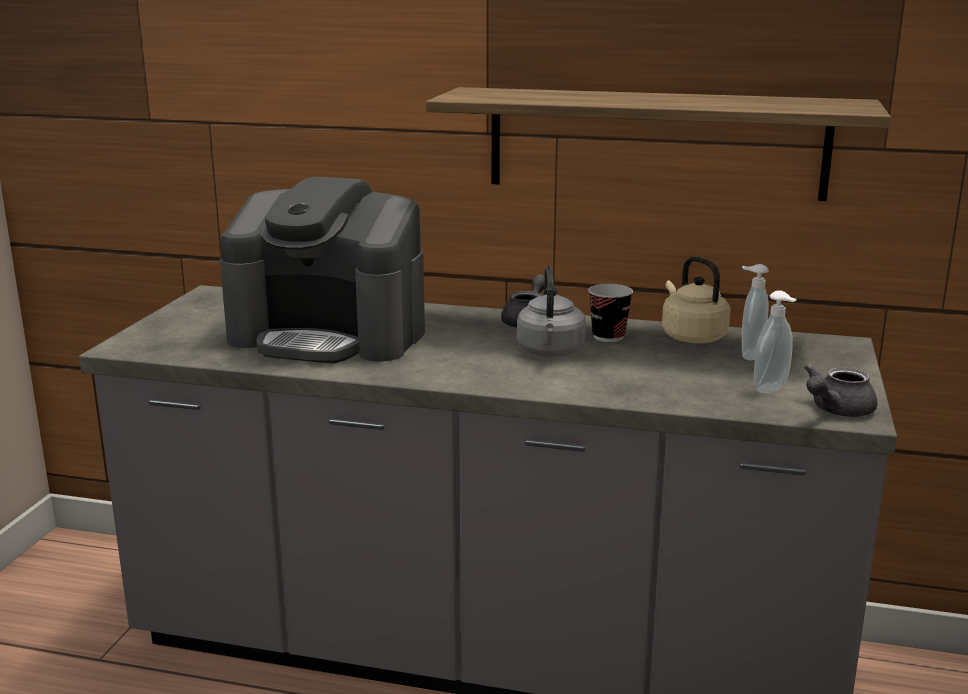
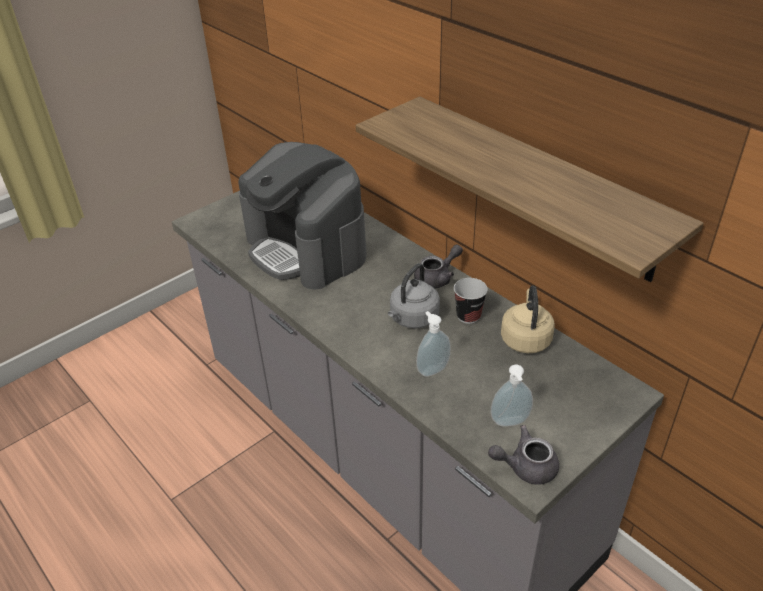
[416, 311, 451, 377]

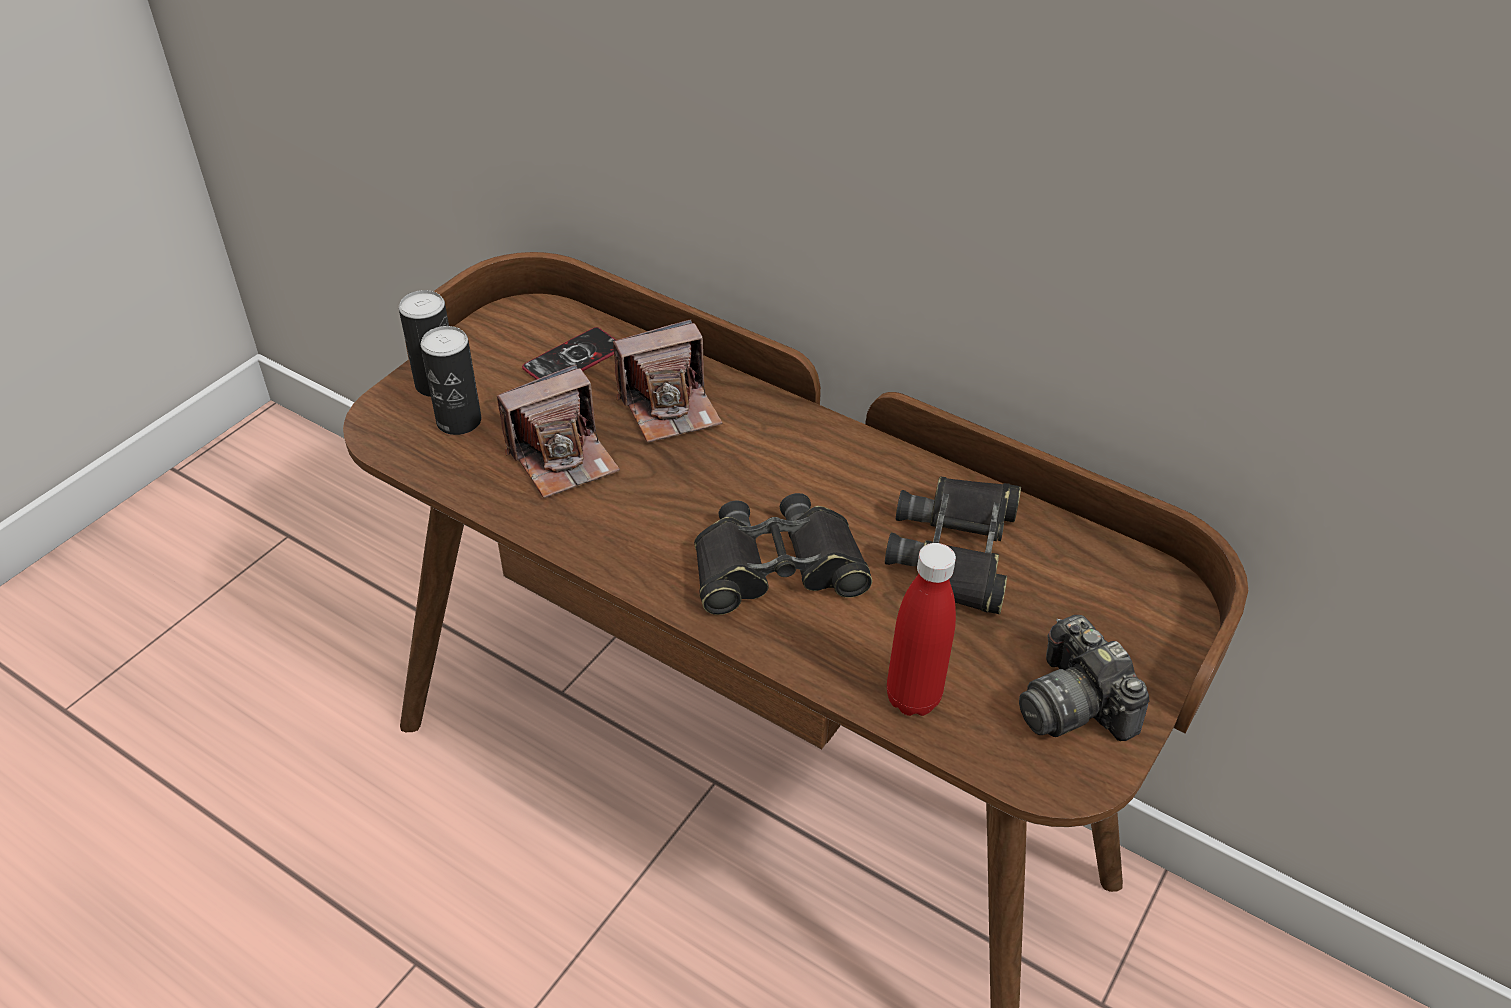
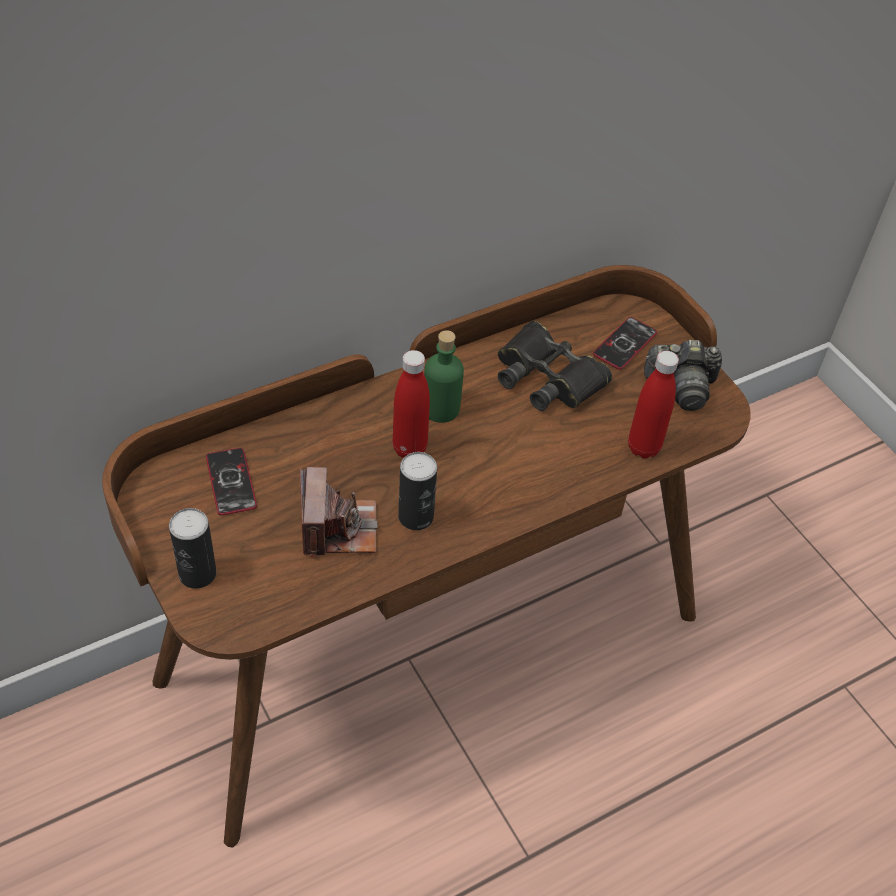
[613, 319, 722, 443] (first image)
[694, 493, 872, 615] (first image)
[393, 350, 430, 457]
[424, 330, 464, 423]
[593, 317, 657, 370]
[398, 452, 437, 530]

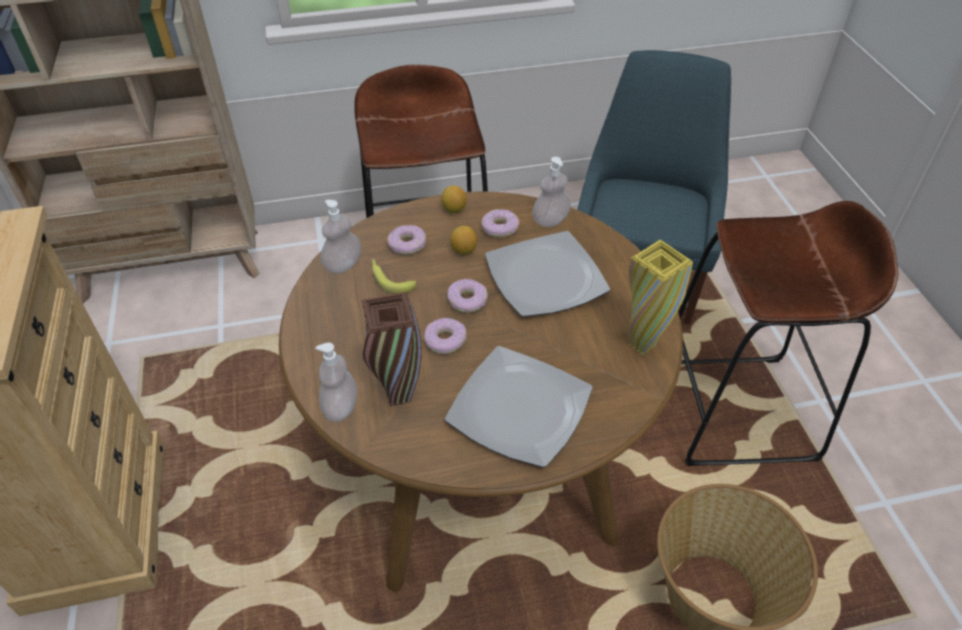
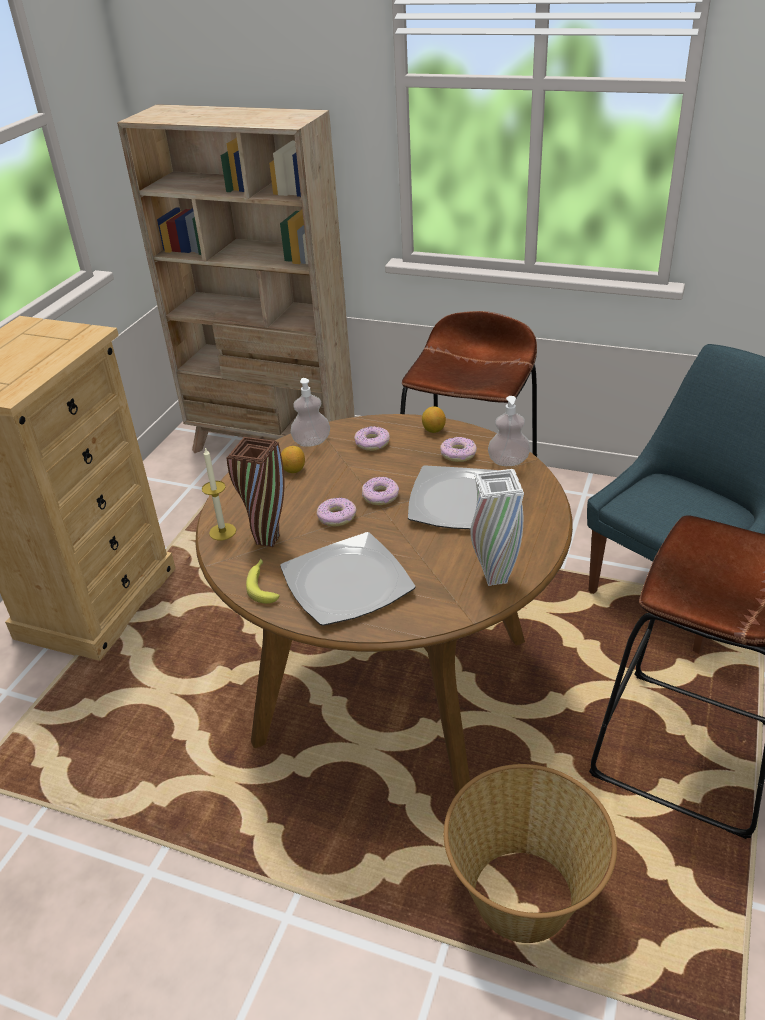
[246, 559, 280, 604]
[281, 446, 305, 473]
[202, 447, 236, 540]
[470, 469, 524, 586]

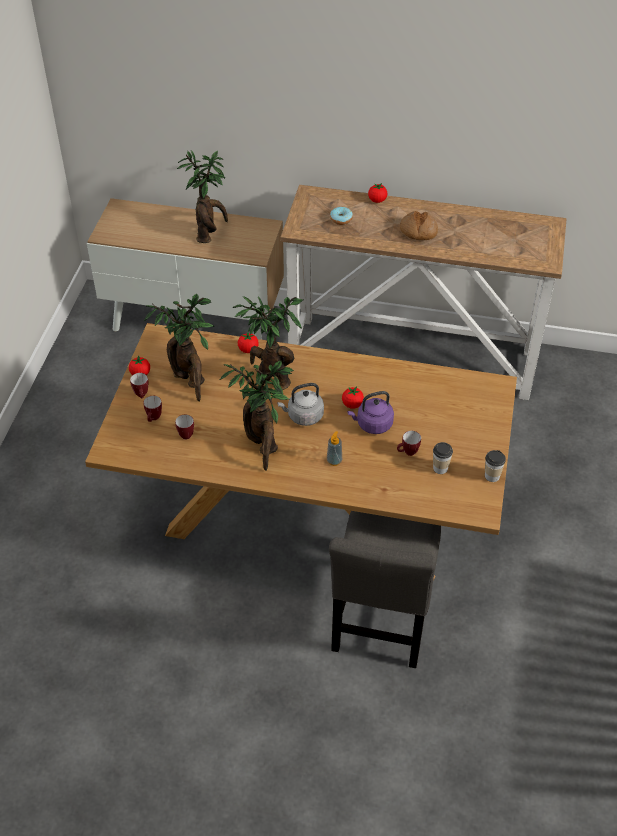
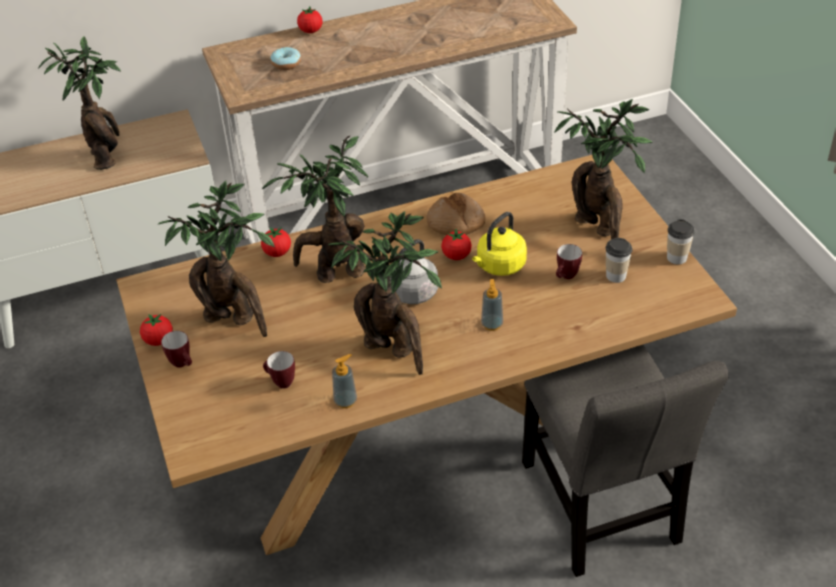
[143, 396, 162, 422] (first image)
[332, 354, 357, 408]
[554, 99, 653, 239]
[427, 193, 486, 235]
[472, 212, 527, 276]

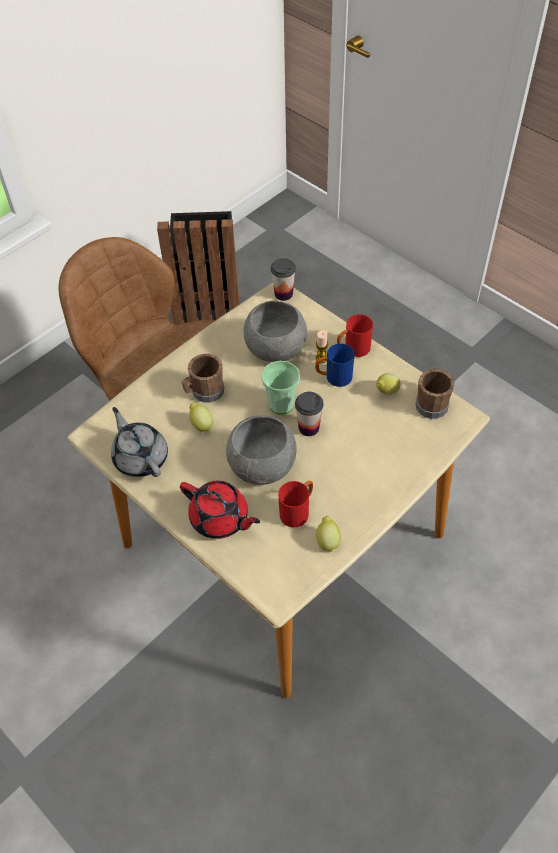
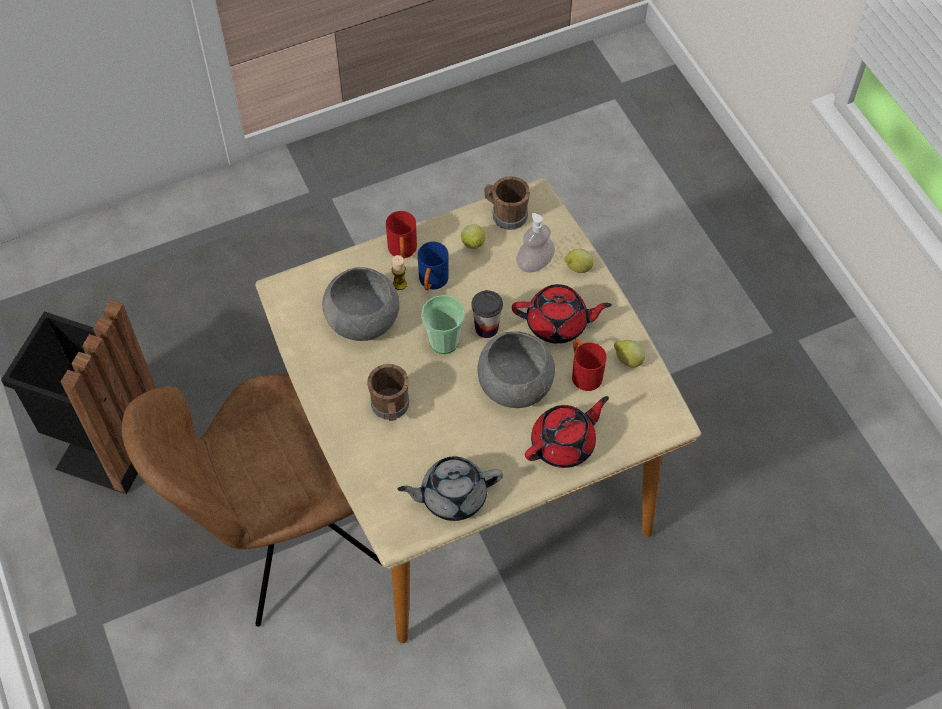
[271, 258, 296, 301] (first image)
[512, 284, 612, 344]
[516, 213, 555, 273]
[564, 249, 594, 273]

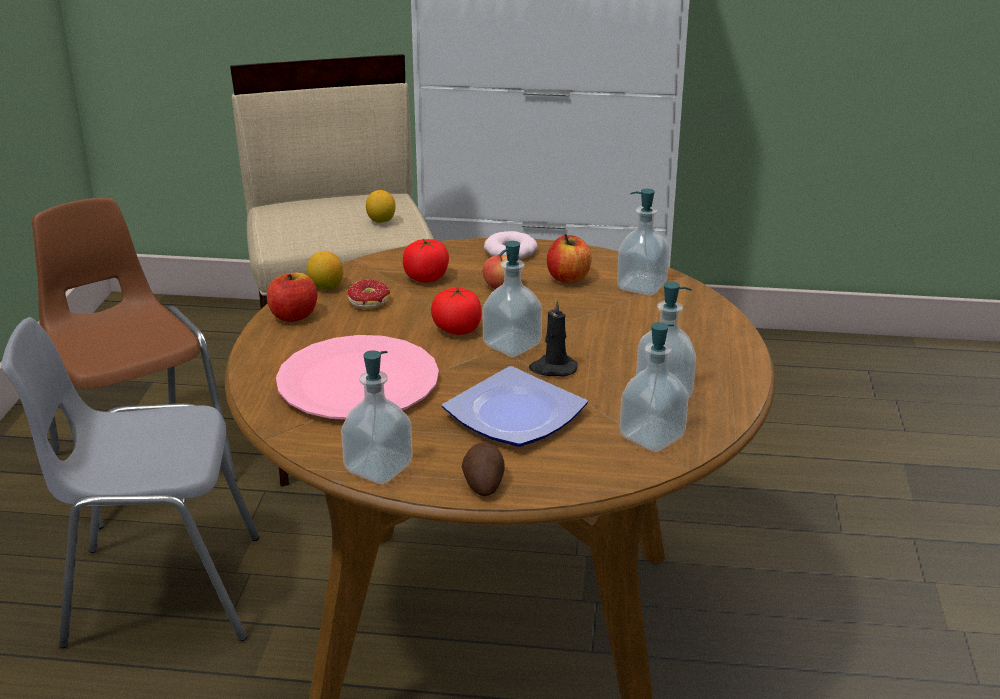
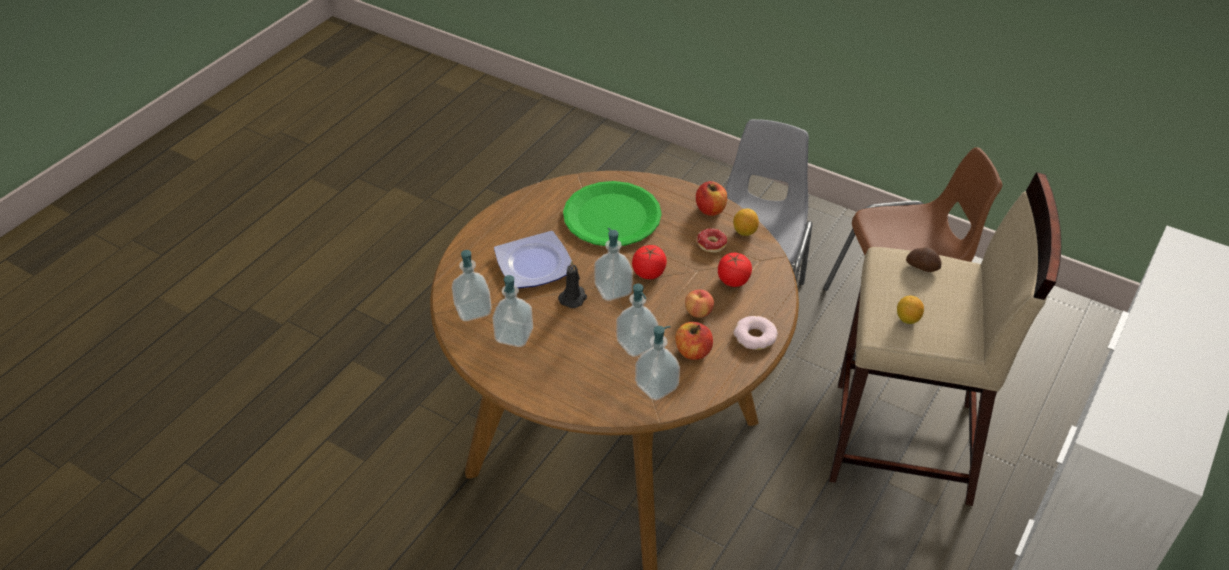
[617, 284, 658, 357]
[906, 247, 941, 272]
[563, 181, 662, 246]

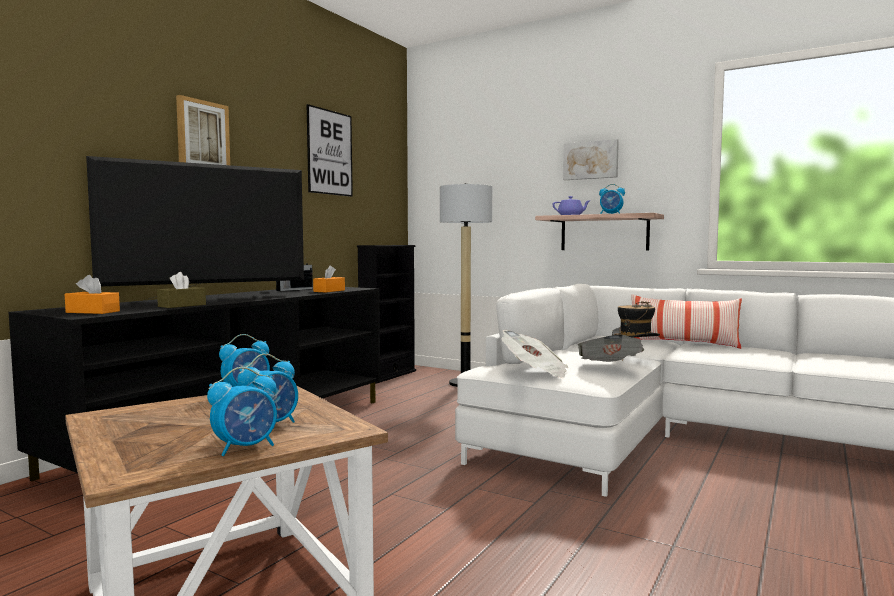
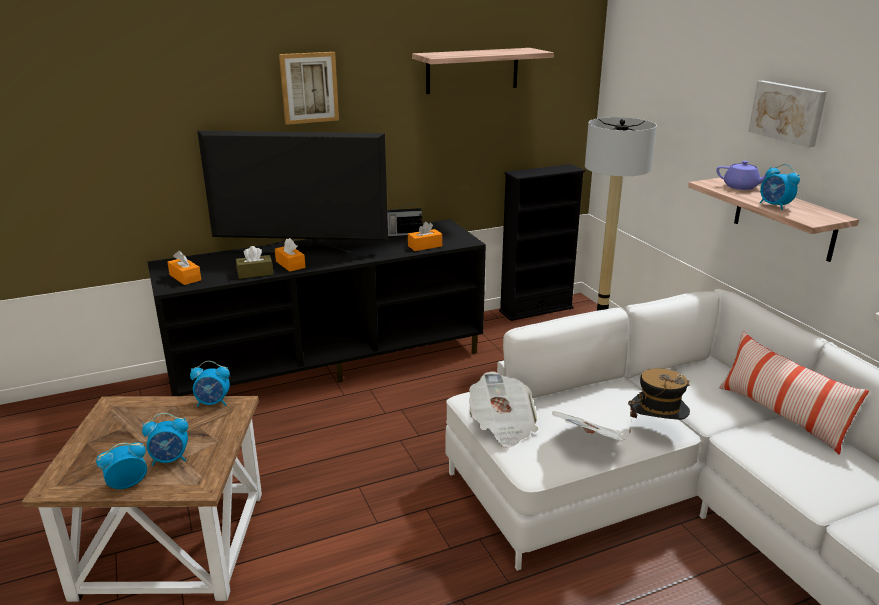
[275, 238, 306, 272]
[412, 48, 554, 94]
[96, 442, 147, 489]

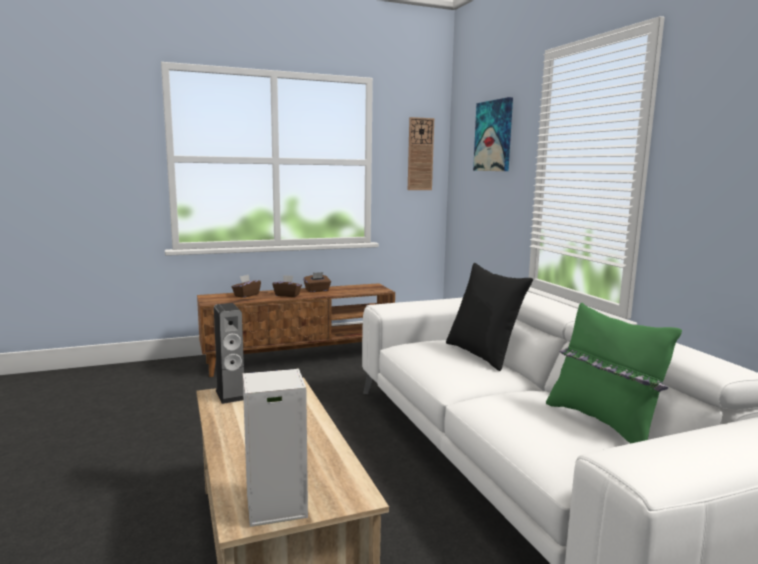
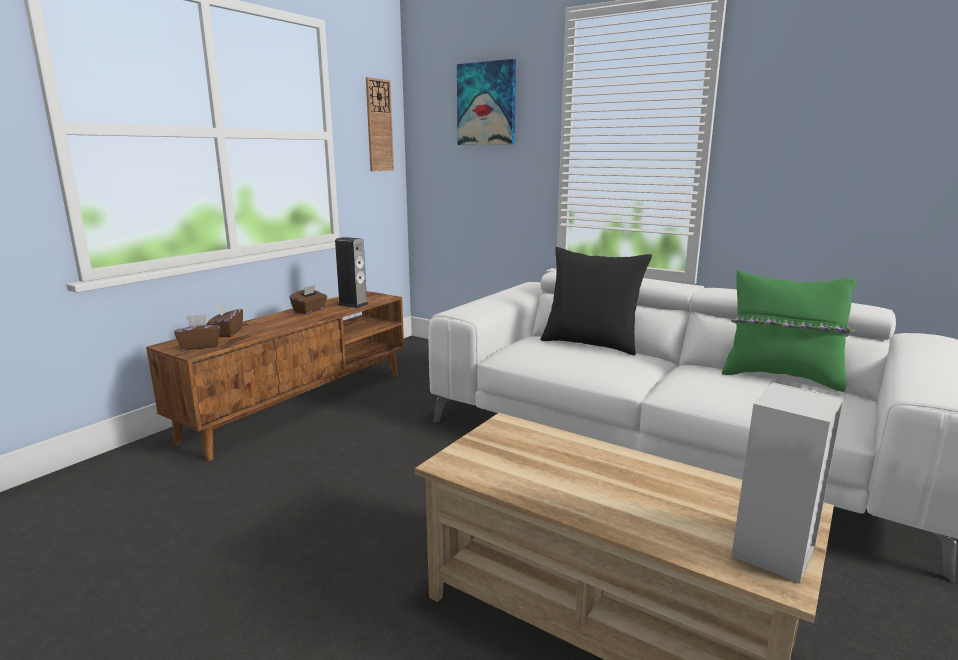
[335, 237, 369, 308]
[174, 314, 220, 350]

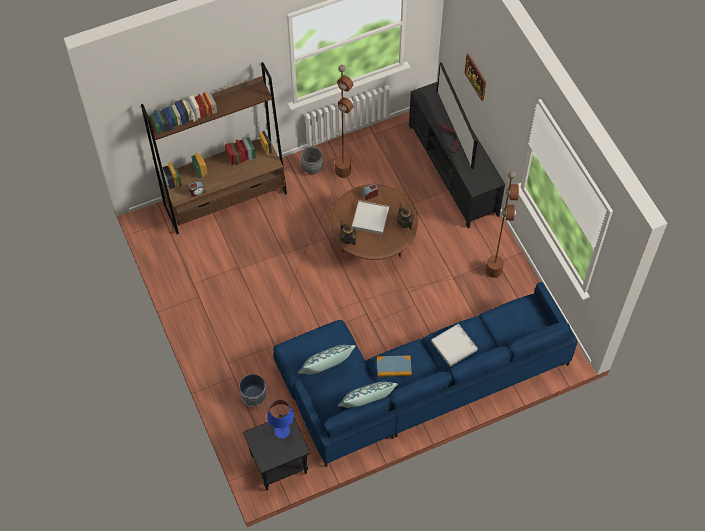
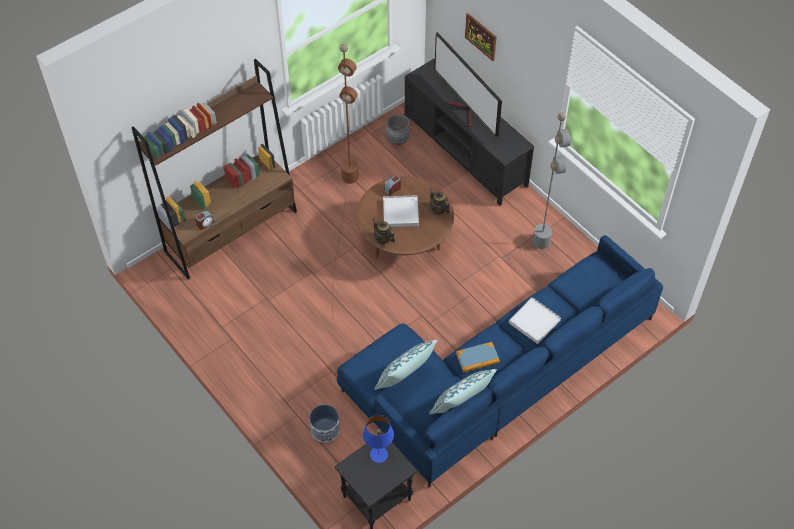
[386, 114, 410, 145]
[389, 112, 571, 319]

